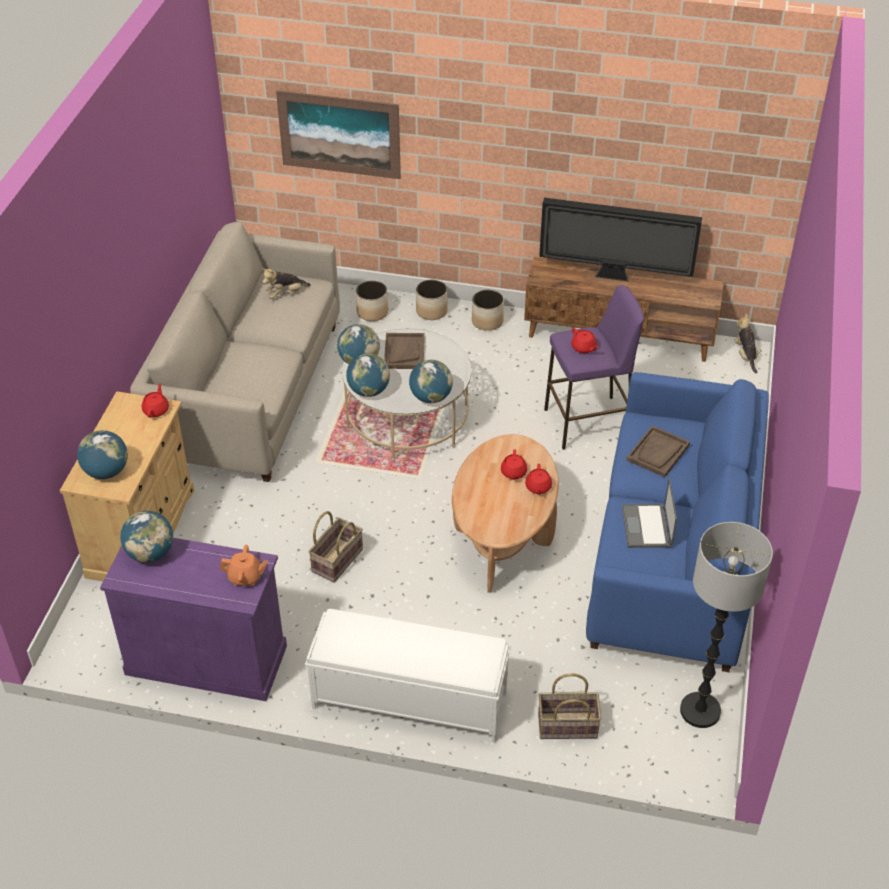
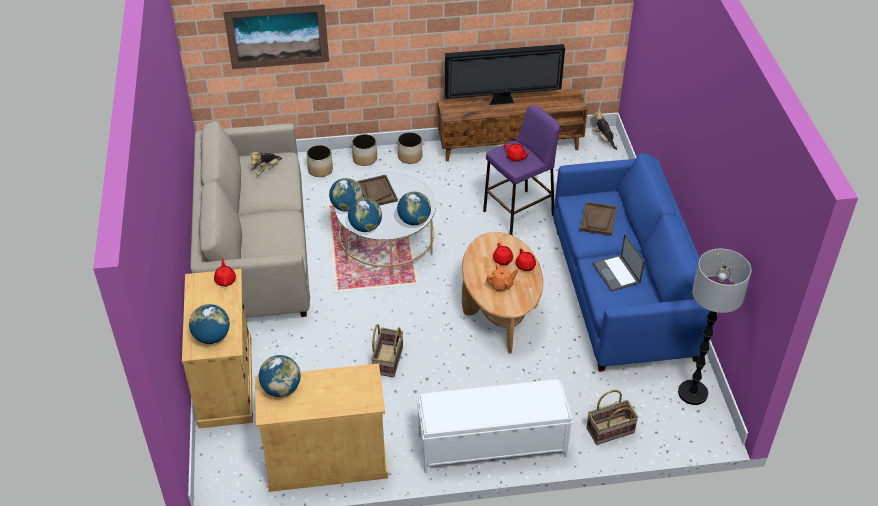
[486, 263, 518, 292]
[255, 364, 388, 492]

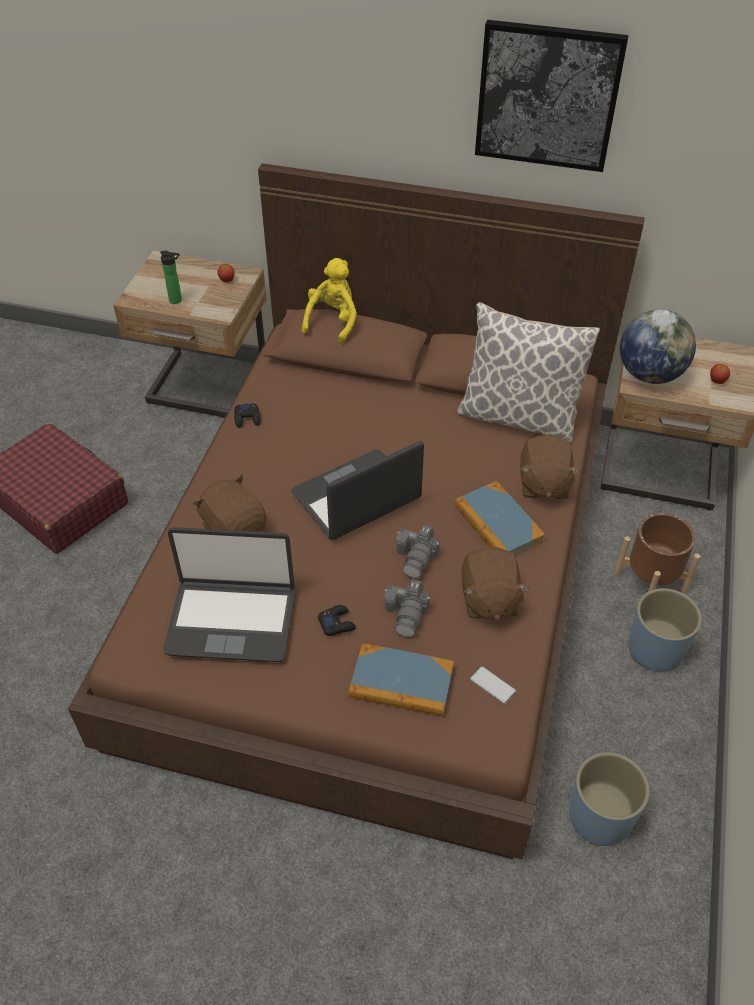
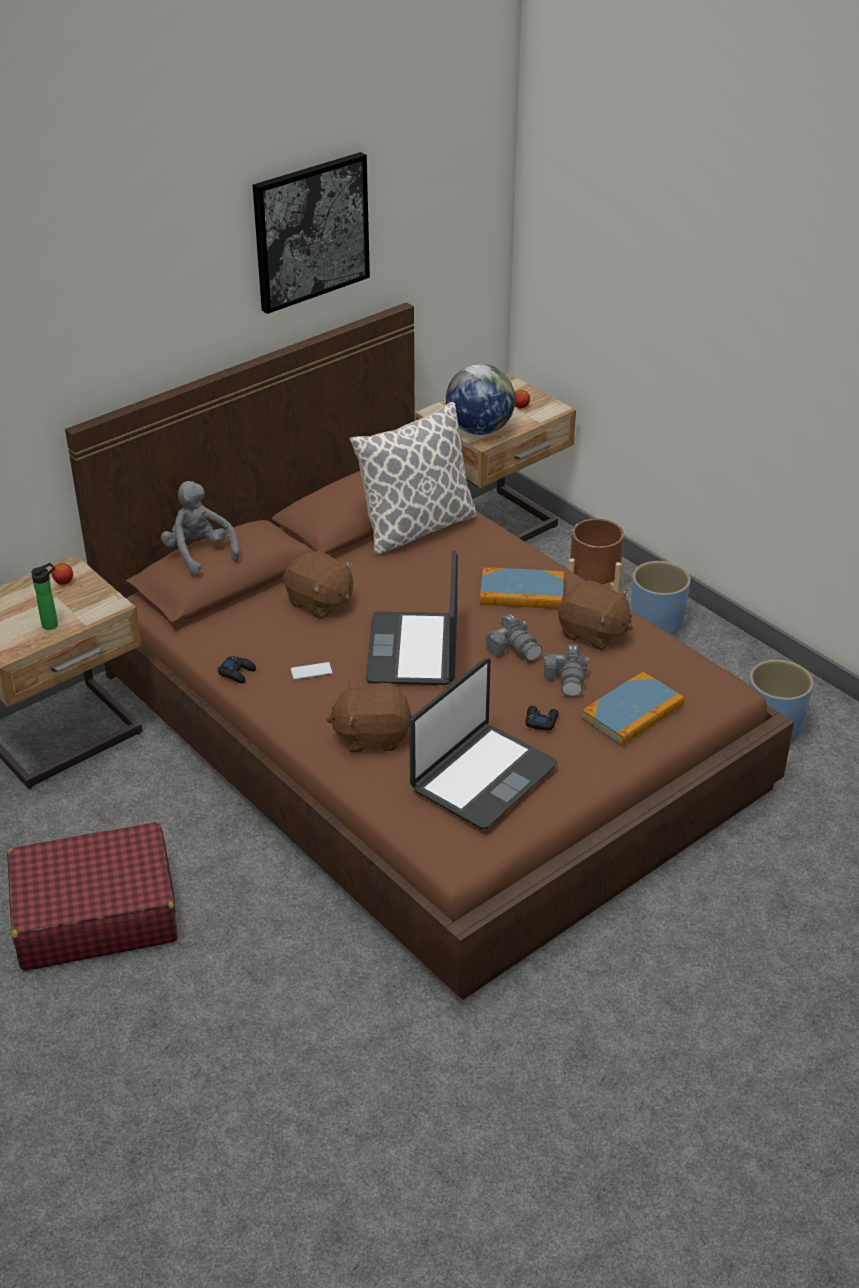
[290, 662, 333, 680]
[283, 551, 353, 619]
[161, 481, 240, 575]
[544, 644, 589, 696]

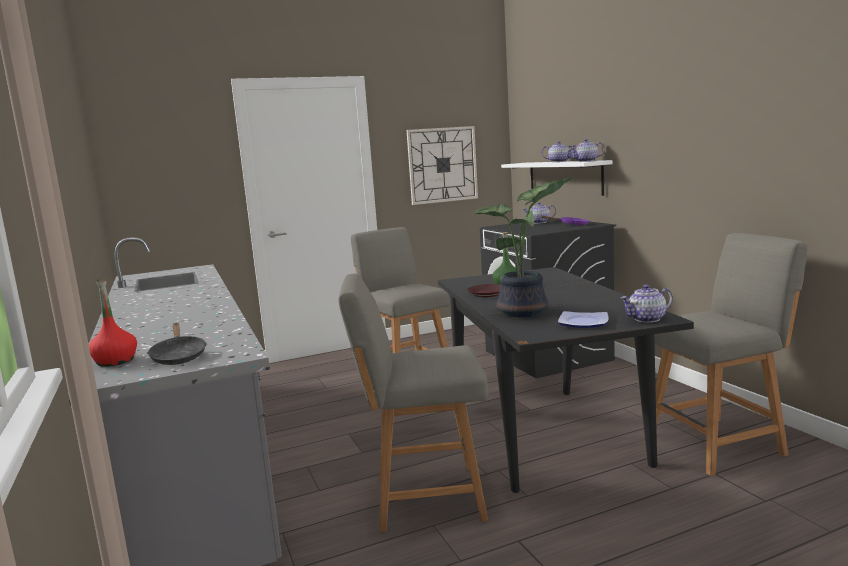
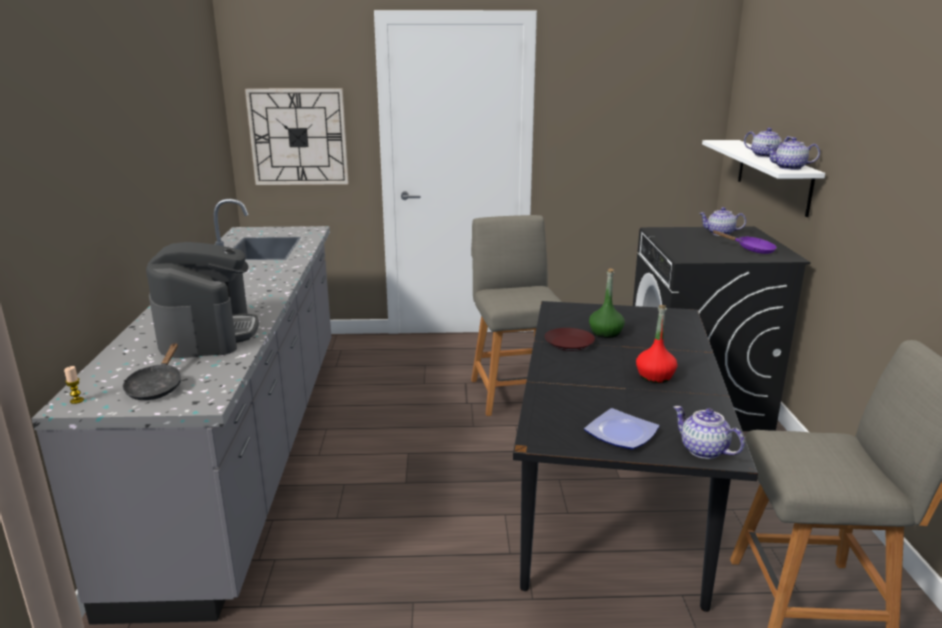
[338, 274, 488, 532] (first image)
[472, 178, 573, 317] (first image)
[64, 366, 84, 404]
[146, 242, 259, 358]
[636, 305, 677, 383]
[245, 88, 349, 185]
[673, 406, 745, 459]

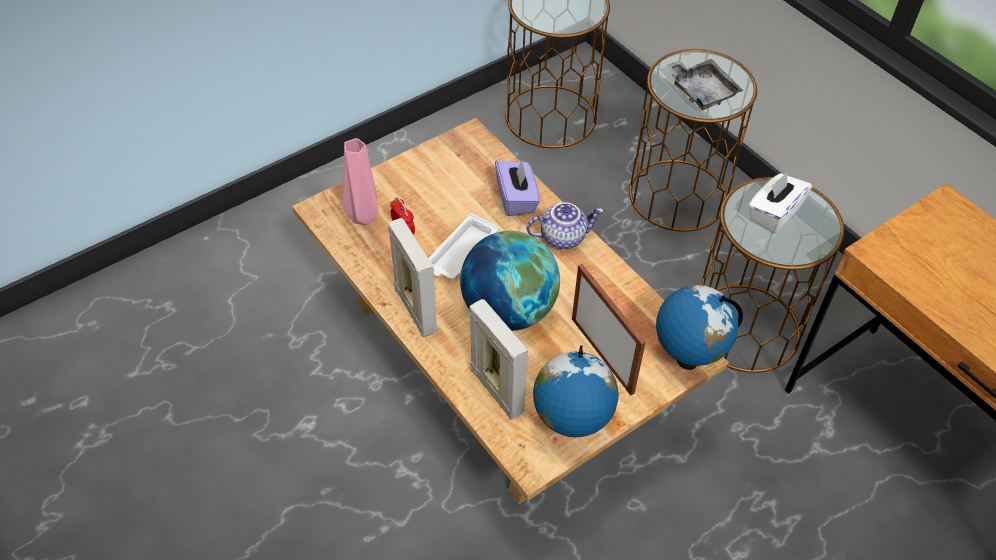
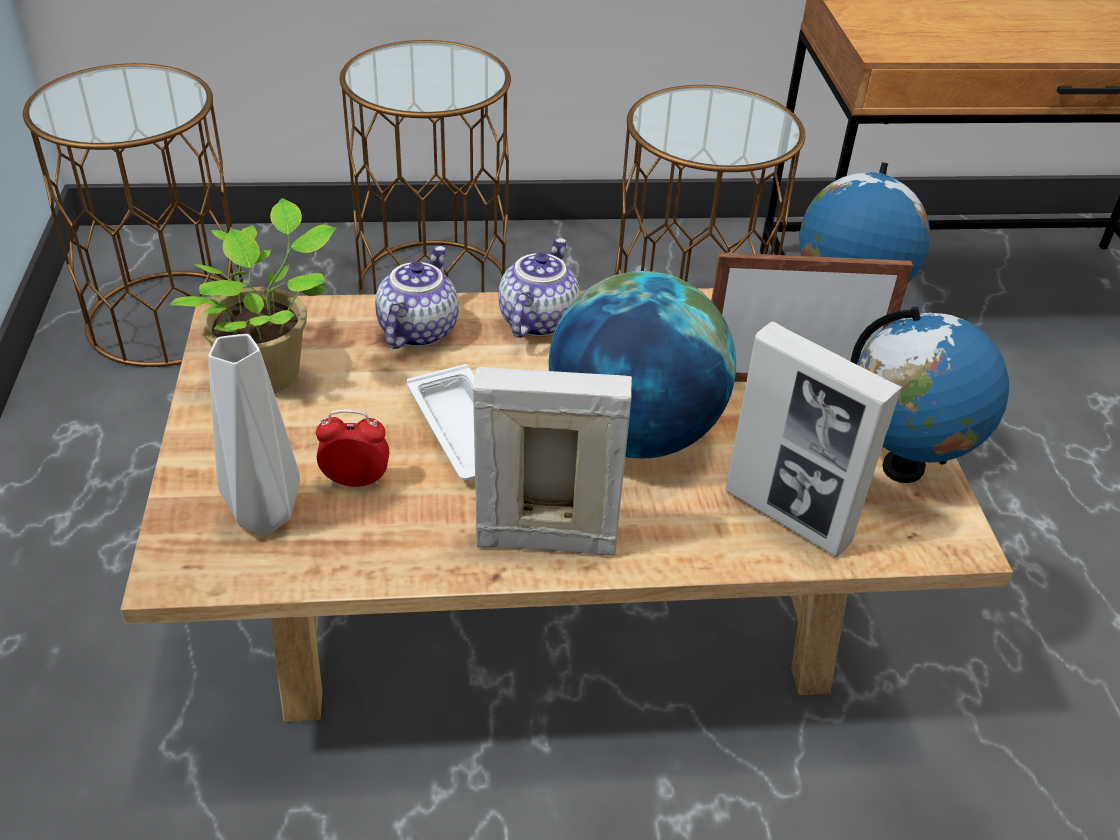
[666, 59, 743, 110] (first image)
[748, 172, 812, 233] (first image)
[170, 198, 336, 393]
[375, 246, 459, 349]
[208, 334, 300, 535]
[726, 322, 902, 557]

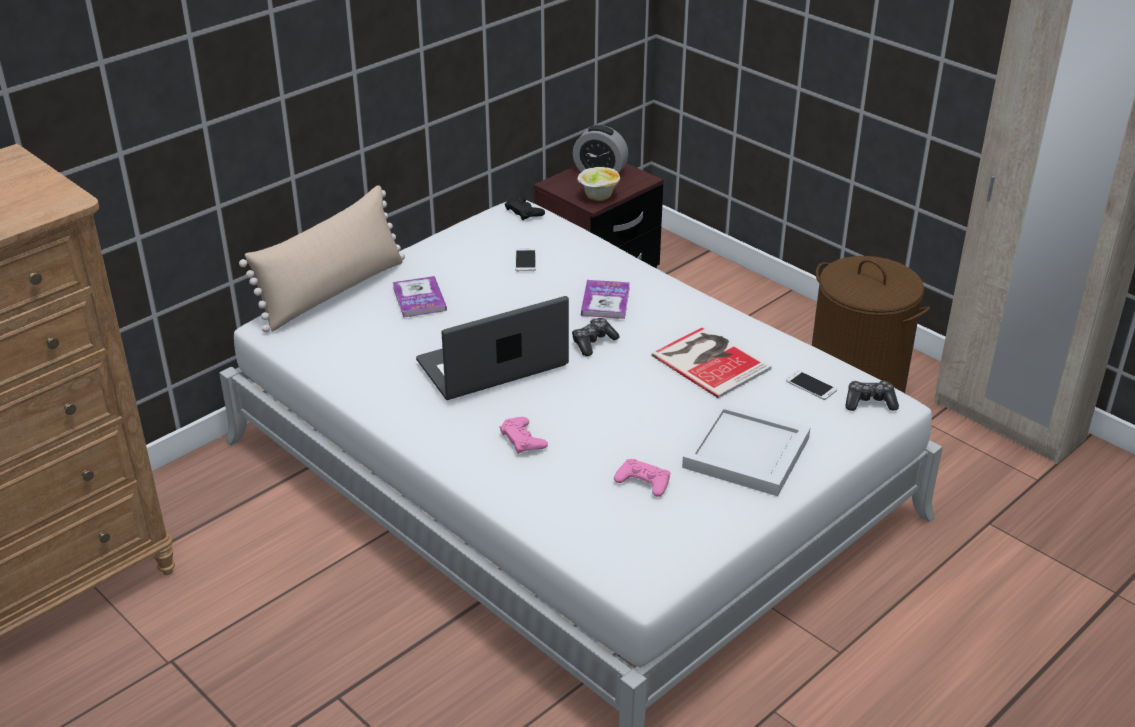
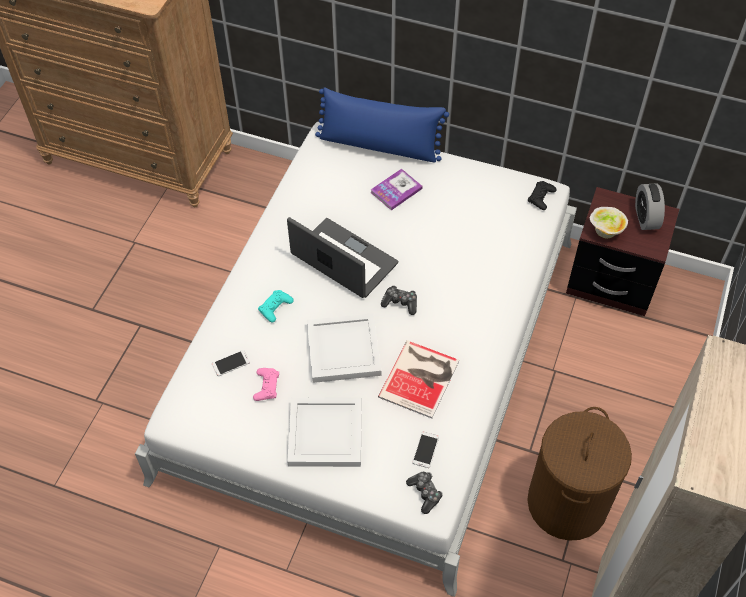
[581, 280, 630, 319] (first image)
[307, 313, 382, 383]
[212, 350, 250, 376]
[315, 87, 449, 163]
[258, 290, 294, 323]

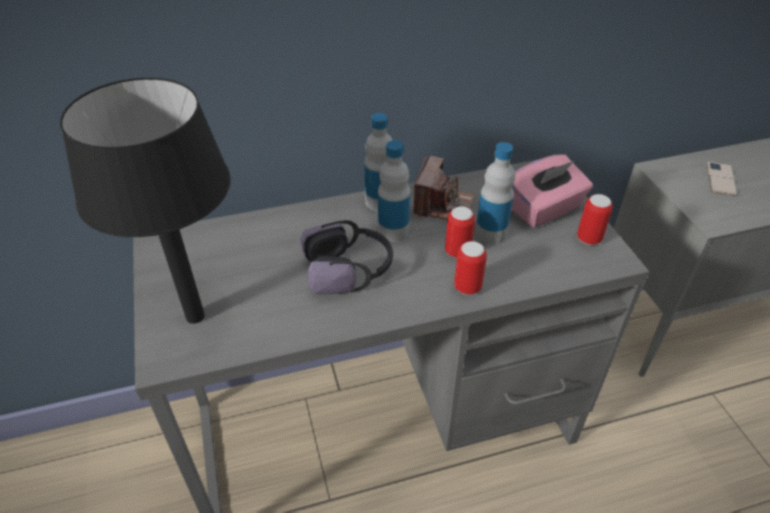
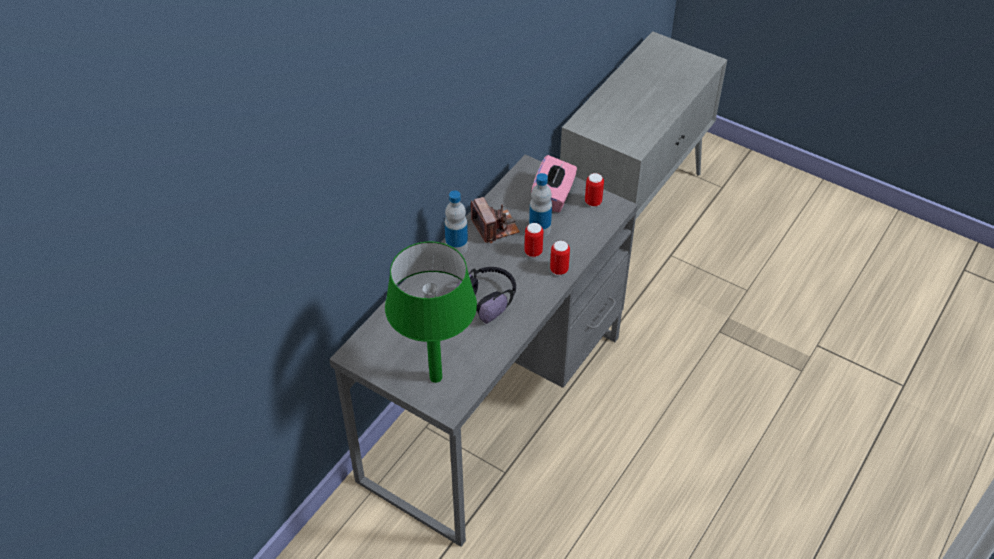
[378, 140, 410, 242] (first image)
[707, 162, 737, 196] (first image)
[385, 242, 477, 383]

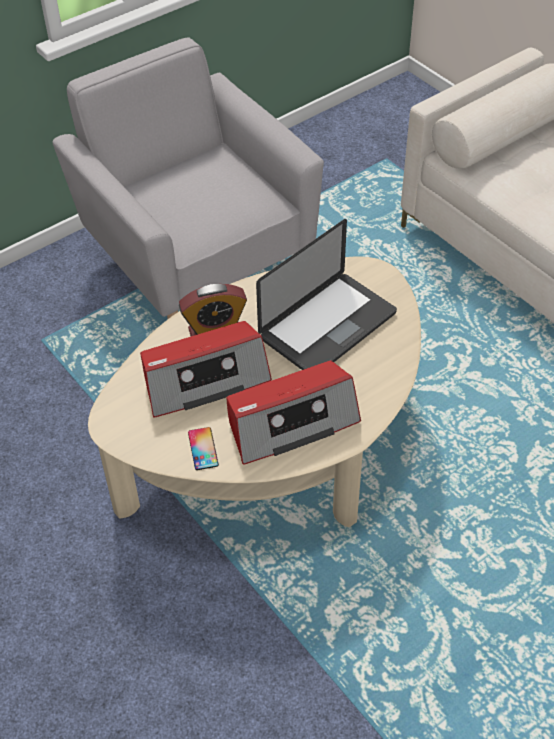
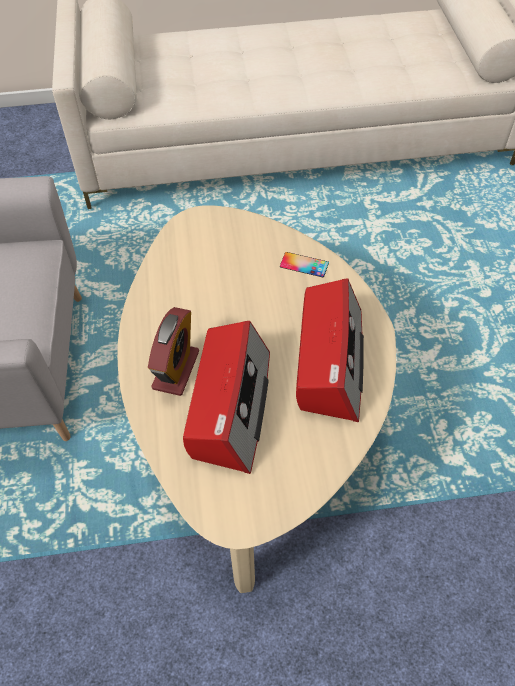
[256, 219, 397, 370] (first image)
[280, 252, 329, 277]

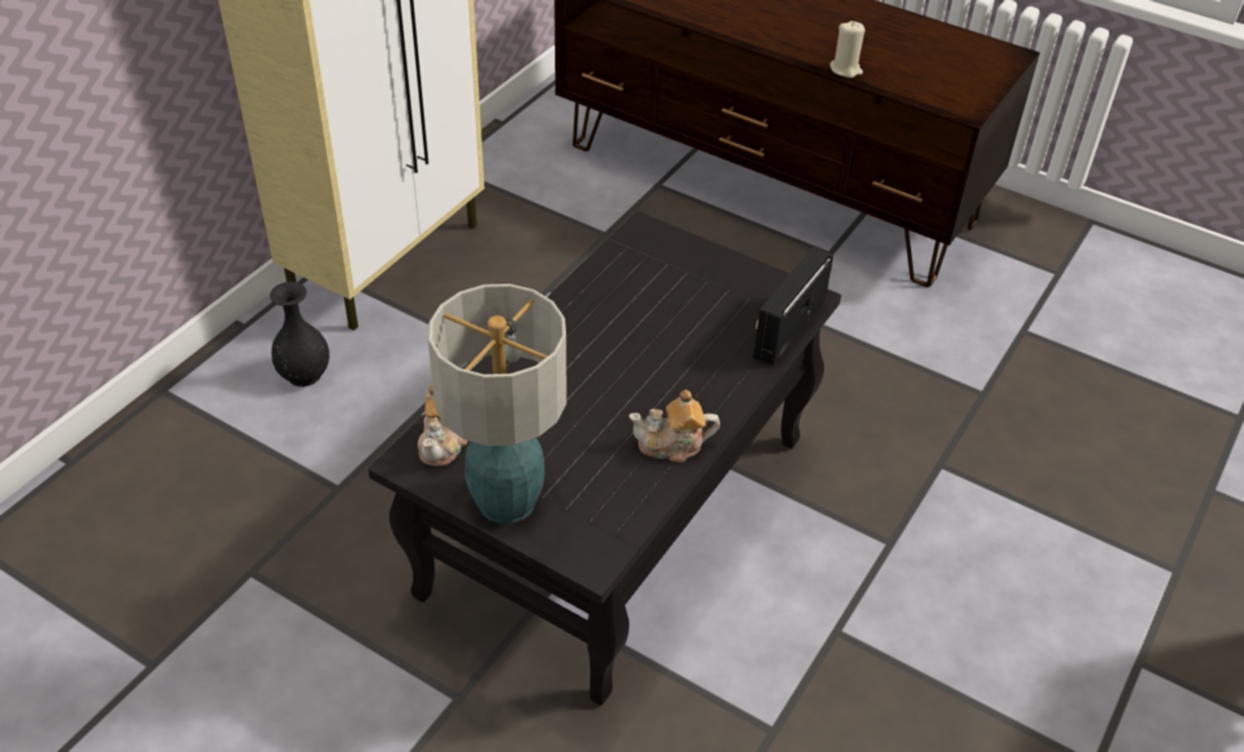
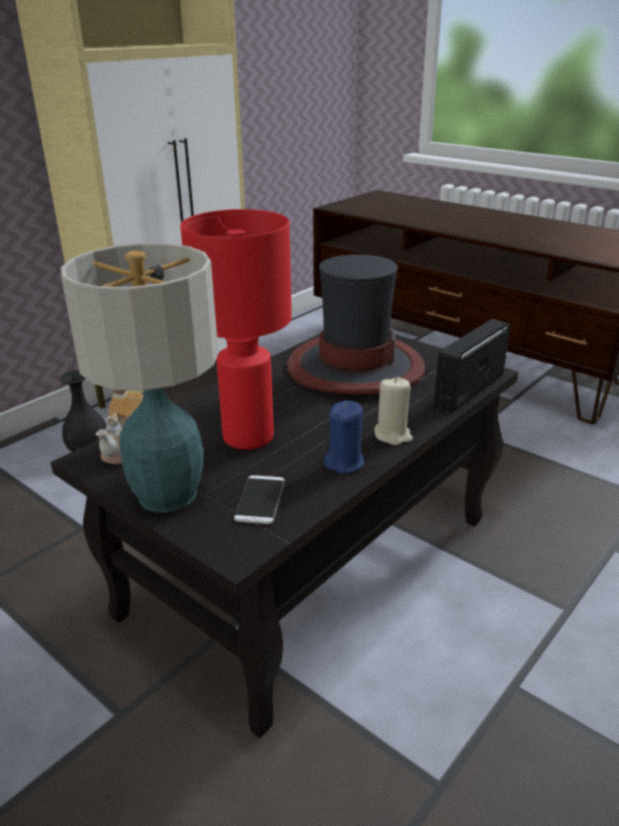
[180, 209, 292, 450]
[234, 475, 285, 524]
[287, 254, 425, 394]
[374, 377, 413, 445]
[323, 400, 364, 474]

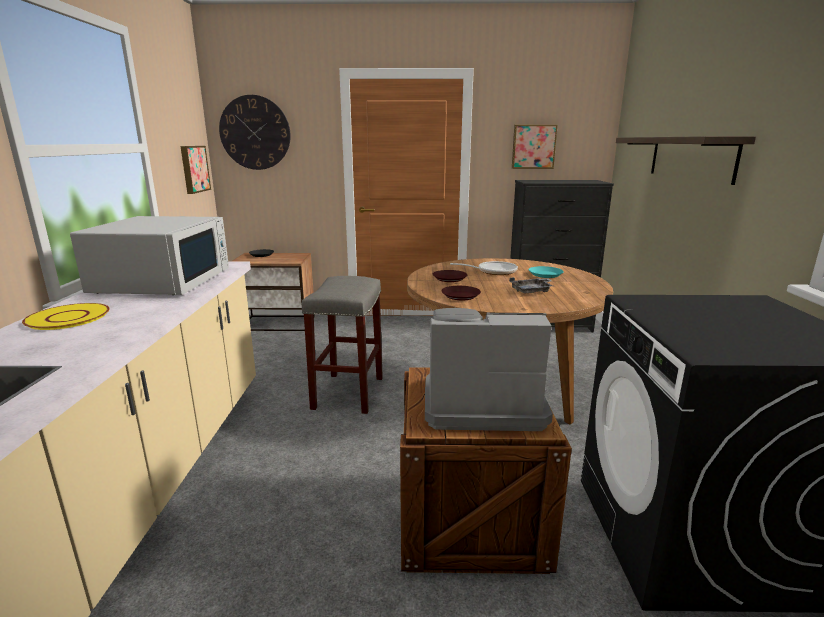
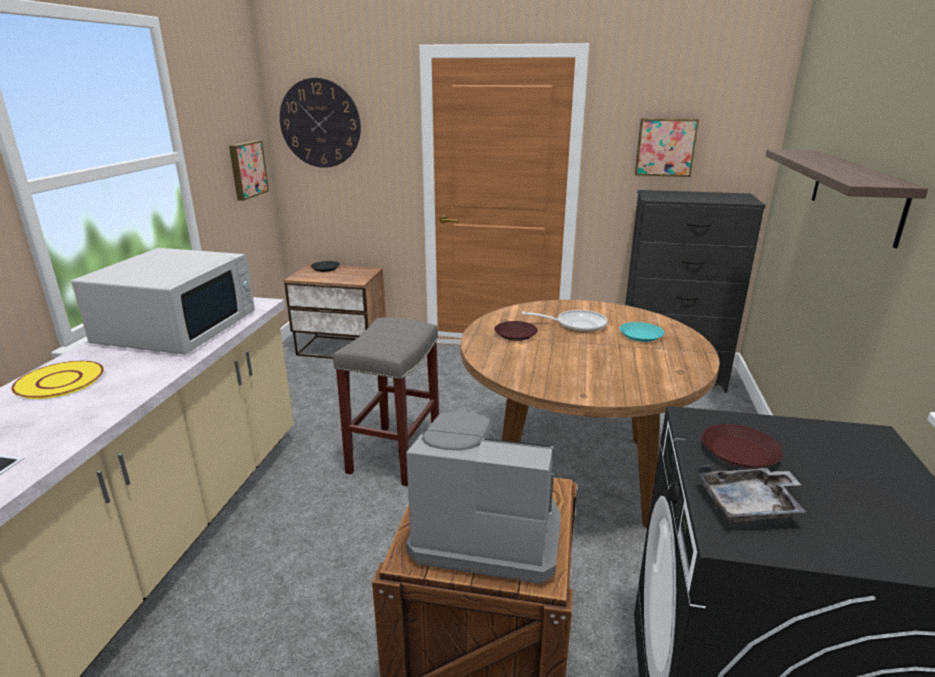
[702, 424, 783, 469]
[698, 465, 806, 523]

